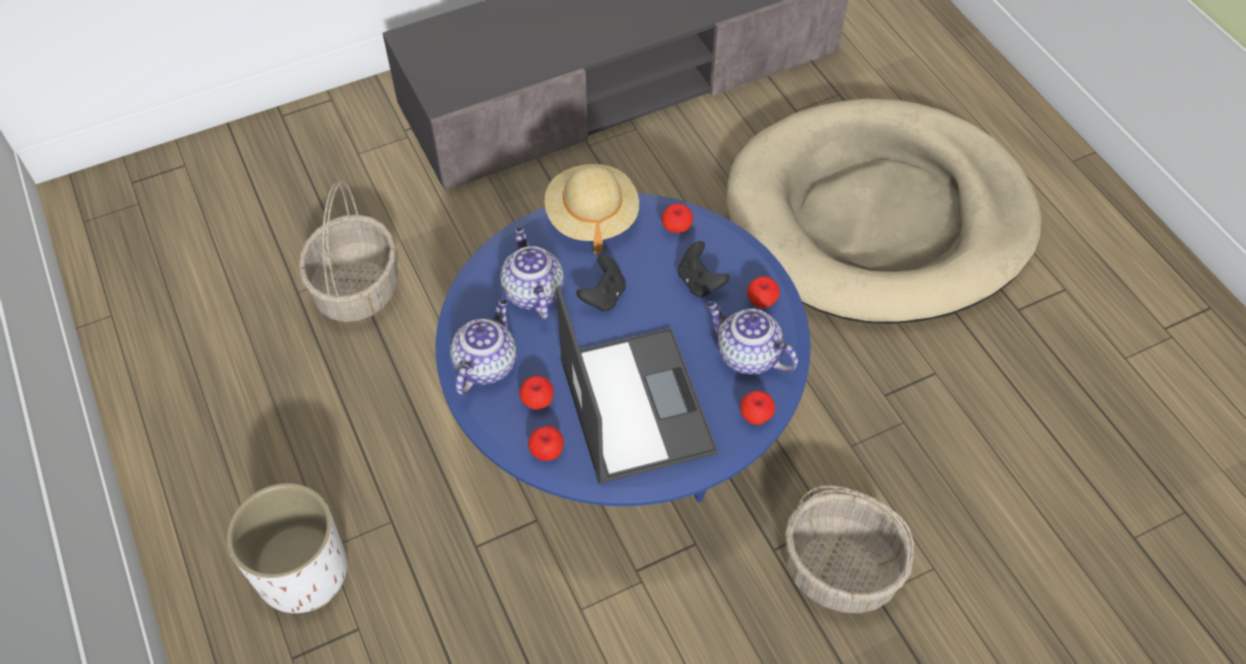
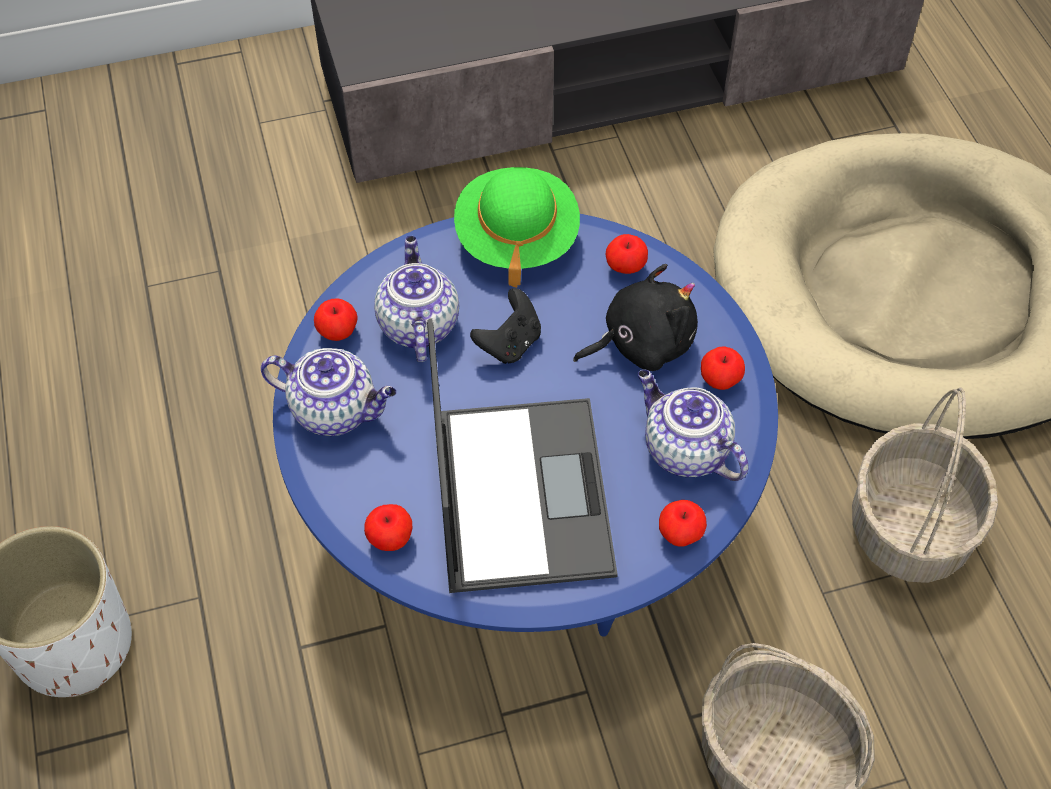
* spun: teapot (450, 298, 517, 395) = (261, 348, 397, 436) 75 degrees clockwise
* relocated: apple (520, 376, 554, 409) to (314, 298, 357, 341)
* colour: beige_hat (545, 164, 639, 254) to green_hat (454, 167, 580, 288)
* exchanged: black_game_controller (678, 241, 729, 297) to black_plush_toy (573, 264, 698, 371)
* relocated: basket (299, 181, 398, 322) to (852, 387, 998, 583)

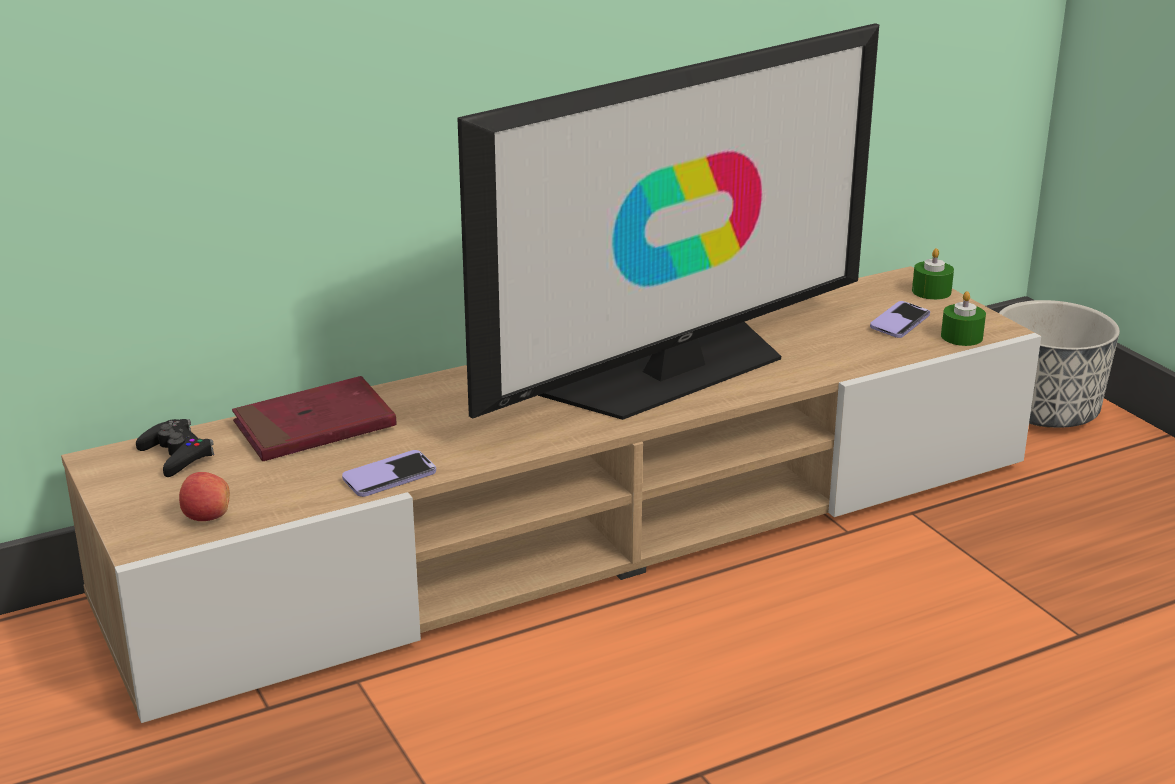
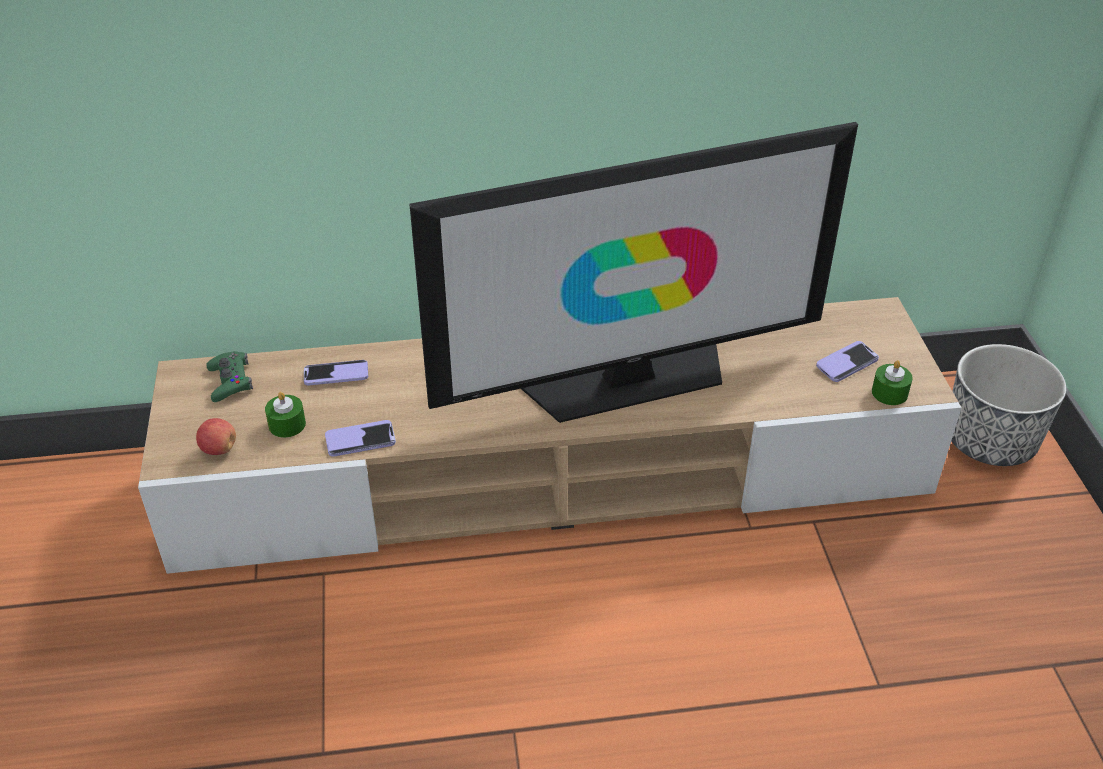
* colour: black_game_controller (136, 419, 214, 477) to green_game_controller (206, 351, 253, 402)
* relocated: green_candle (912, 248, 954, 300) to (265, 392, 306, 438)
* exchanged: red_book (232, 376, 397, 461) to phone (304, 360, 368, 386)

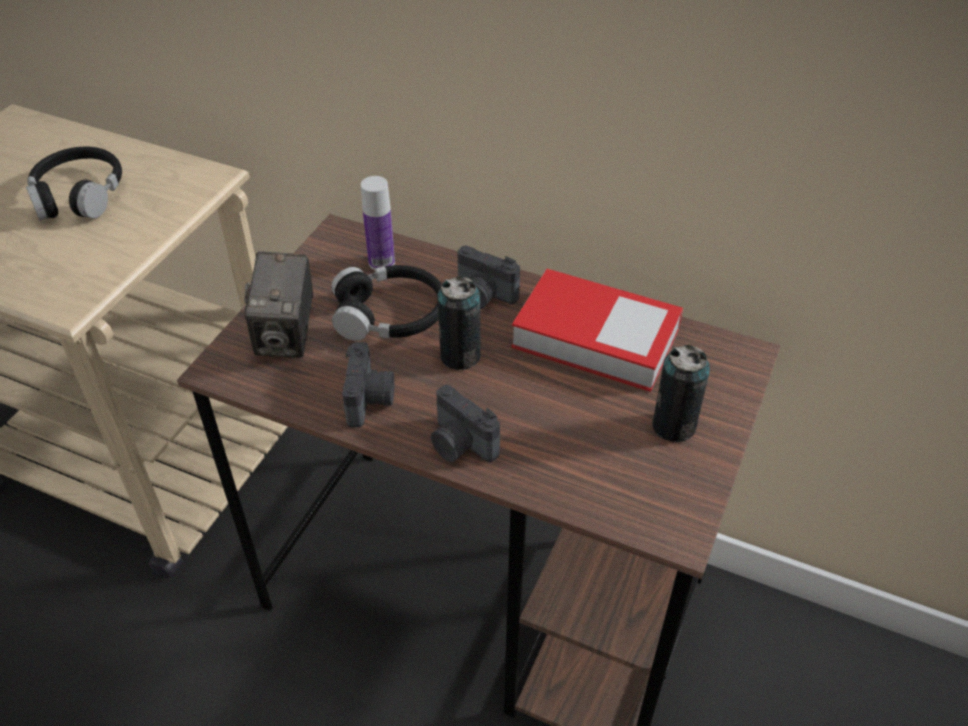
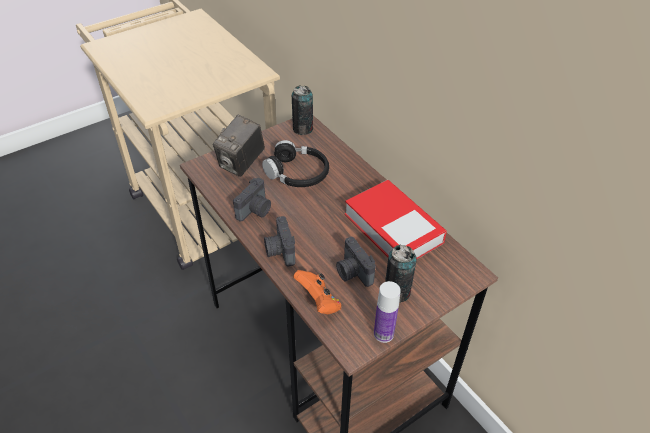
* relocated: can (437, 276, 481, 370) to (292, 85, 313, 135)
* appeared: orange_game_controller (293, 270, 341, 314)
* relocated: photo_camera (457, 246, 520, 309) to (336, 237, 376, 287)
* relocated: bottle (361, 176, 395, 270) to (374, 281, 401, 343)
* missing: black_headphones (26, 147, 122, 221)

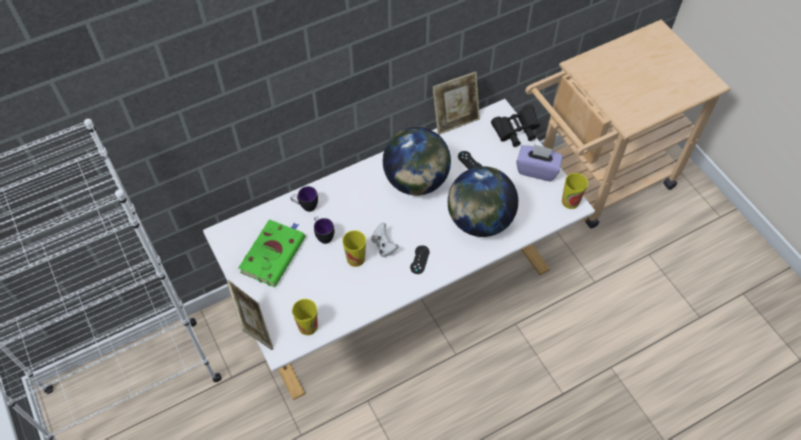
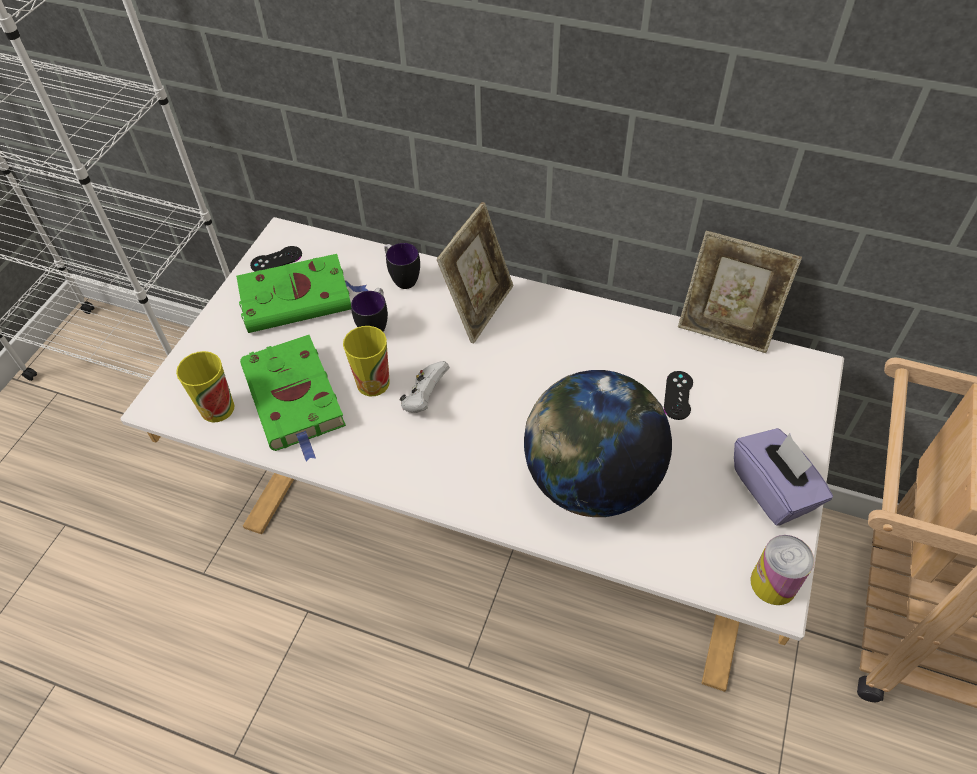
* appeared: green_book (240, 335, 346, 462)
* relocated: black_game_controller (410, 245, 430, 274) to (250, 246, 302, 272)
* relocated: picture_frame (227, 280, 274, 350) to (436, 202, 513, 343)
* exchanged: cup (562, 173, 588, 209) to can (751, 535, 814, 605)
* missing: globe (383, 127, 451, 196)
* missing: black_binoculars (491, 104, 540, 147)

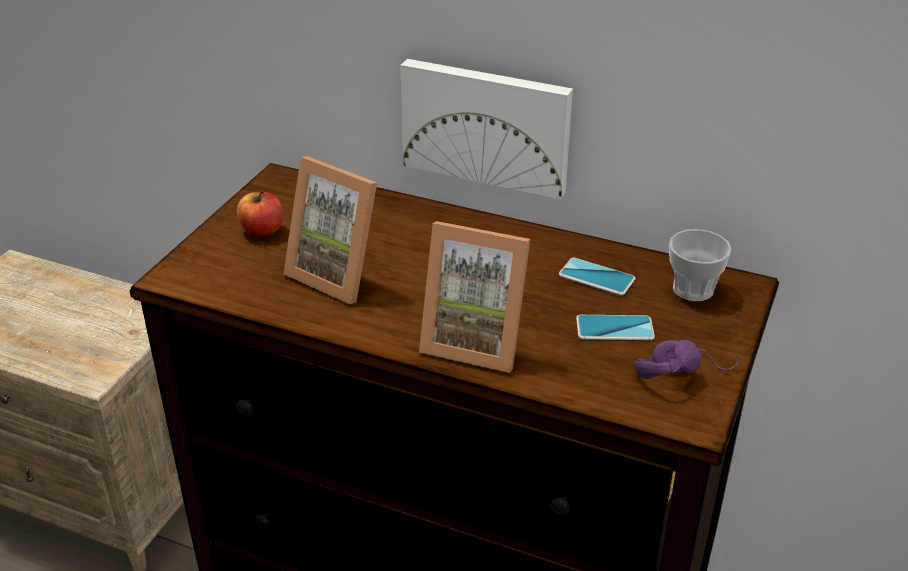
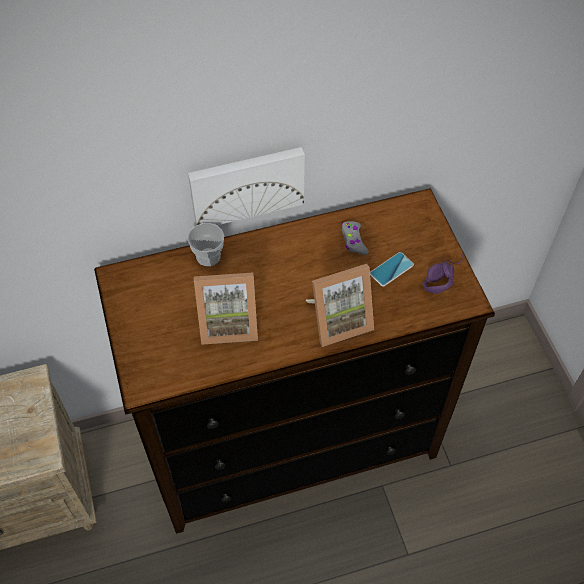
* relocated: cup (669, 229, 731, 301) to (187, 223, 224, 266)
* exchanged: phone (559, 258, 636, 295) to grey_game_controller (341, 221, 369, 255)
* missing: apple (237, 191, 283, 237)

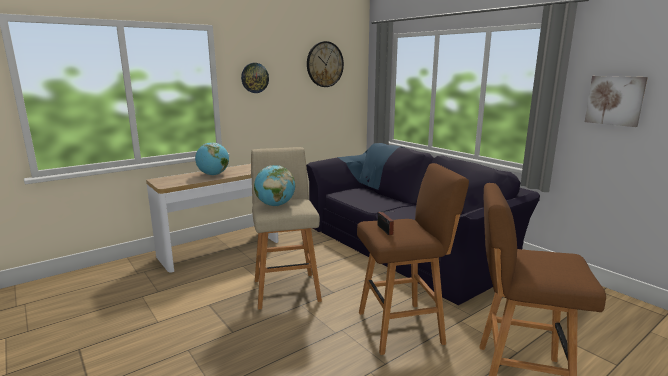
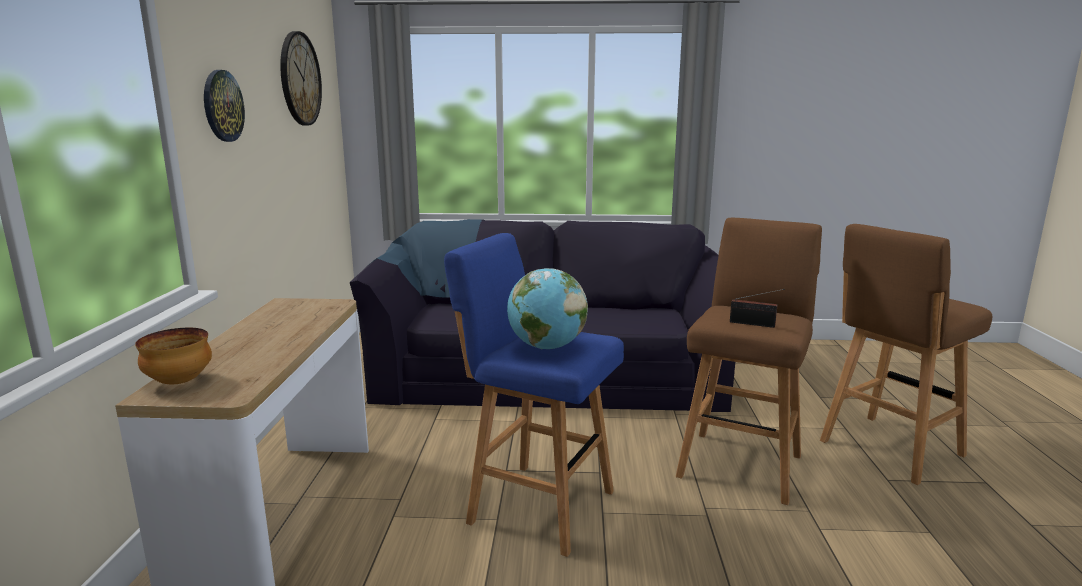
* appeared: bowl (135, 328, 212, 384)
* colour: beige_stool (251, 147, 322, 310) to blue_stool (444, 233, 624, 557)
* missing: globe (195, 142, 229, 175)
* missing: picture (585, 76, 648, 127)

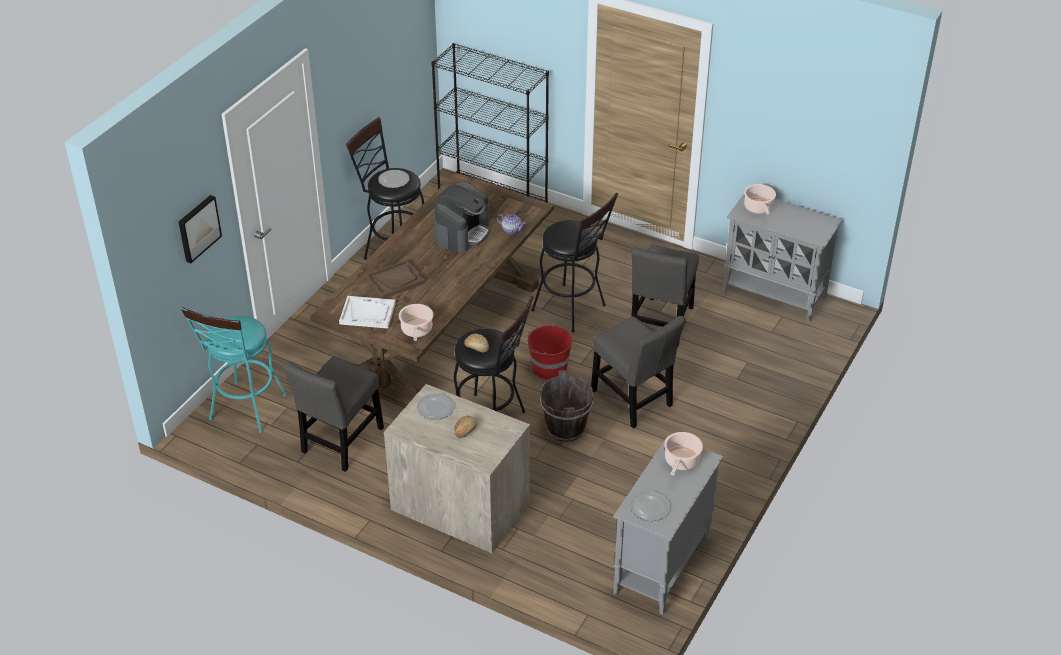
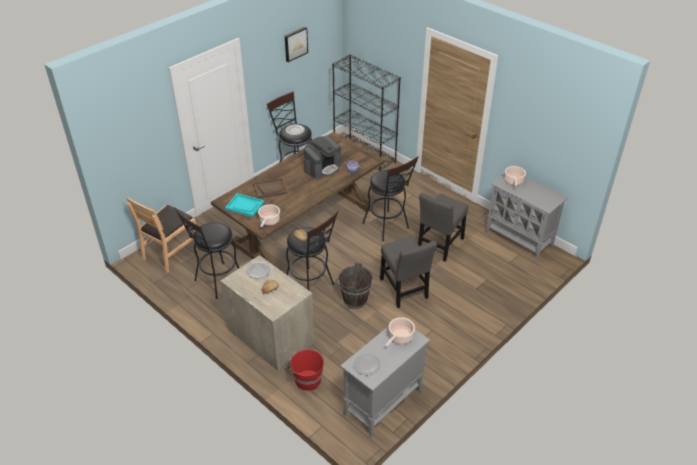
* exchanged: turquoise_stool (181, 307, 287, 433) to brown_chair (127, 197, 199, 273)
* exchanged: grey_chair (283, 357, 384, 472) to black_stool (174, 207, 239, 299)
* colour: white_tray (339, 296, 396, 328) to turquoise_tray (225, 193, 264, 217)
* relocated: picture (179, 195, 222, 263) to (285, 27, 308, 62)
* relocated: red_bucket (526, 324, 572, 380) to (289, 348, 324, 391)

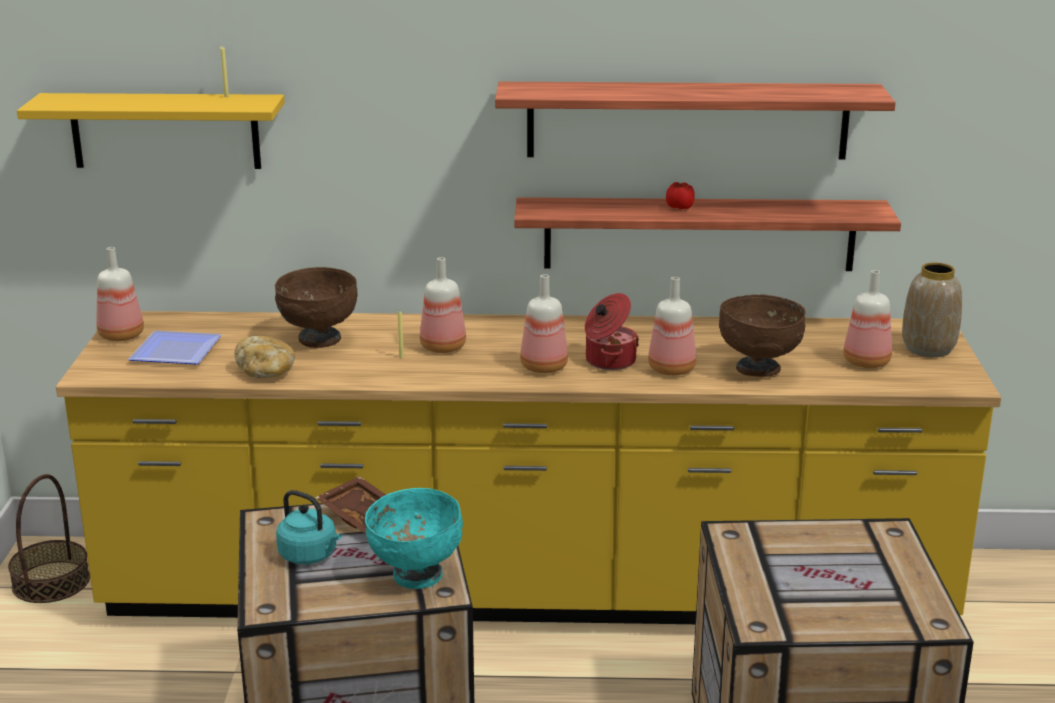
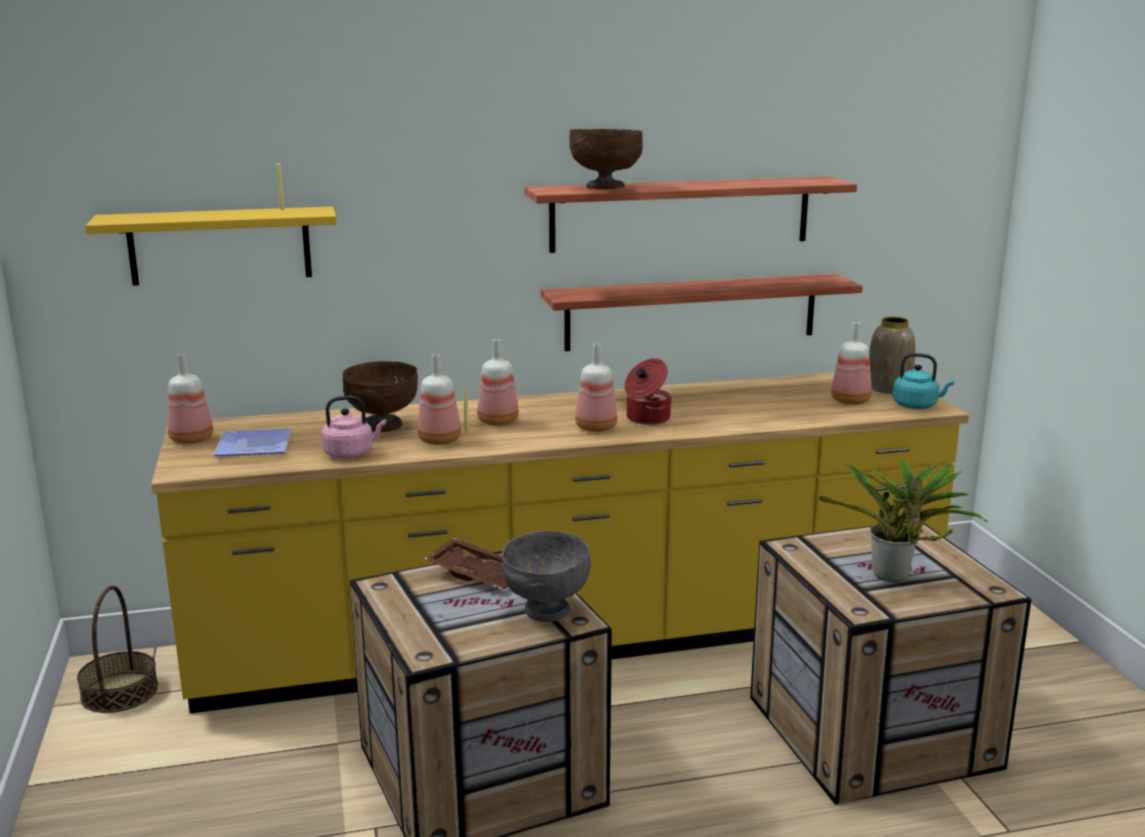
* exchanged: bread (234, 336, 295, 379) to pink_kettle (321, 396, 386, 458)
* relocated: bottle (648, 277, 696, 376) to (417, 354, 461, 445)
* colour: turquoise_bowl (365, 488, 463, 589) to grey_bowl (502, 531, 591, 622)
* relocated: brown_bowl (719, 295, 806, 377) to (569, 129, 643, 189)
* appeared: potted_plant (819, 460, 987, 582)
* relocated: turquoise_kettle (276, 490, 342, 564) to (892, 353, 954, 409)
* missing: tomato (666, 182, 695, 210)

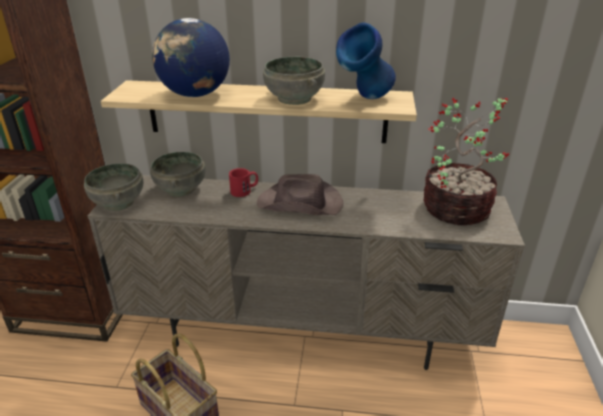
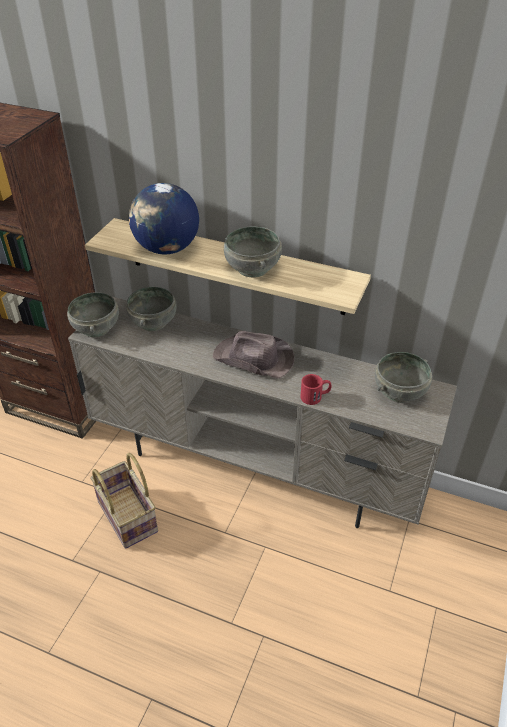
* relocated: red_mug (229, 168, 258, 197) to (300, 374, 332, 405)
* exchanged: potted_plant (424, 97, 509, 225) to grey_bowl (375, 352, 432, 403)
* missing: blue_vase (336, 23, 396, 99)

